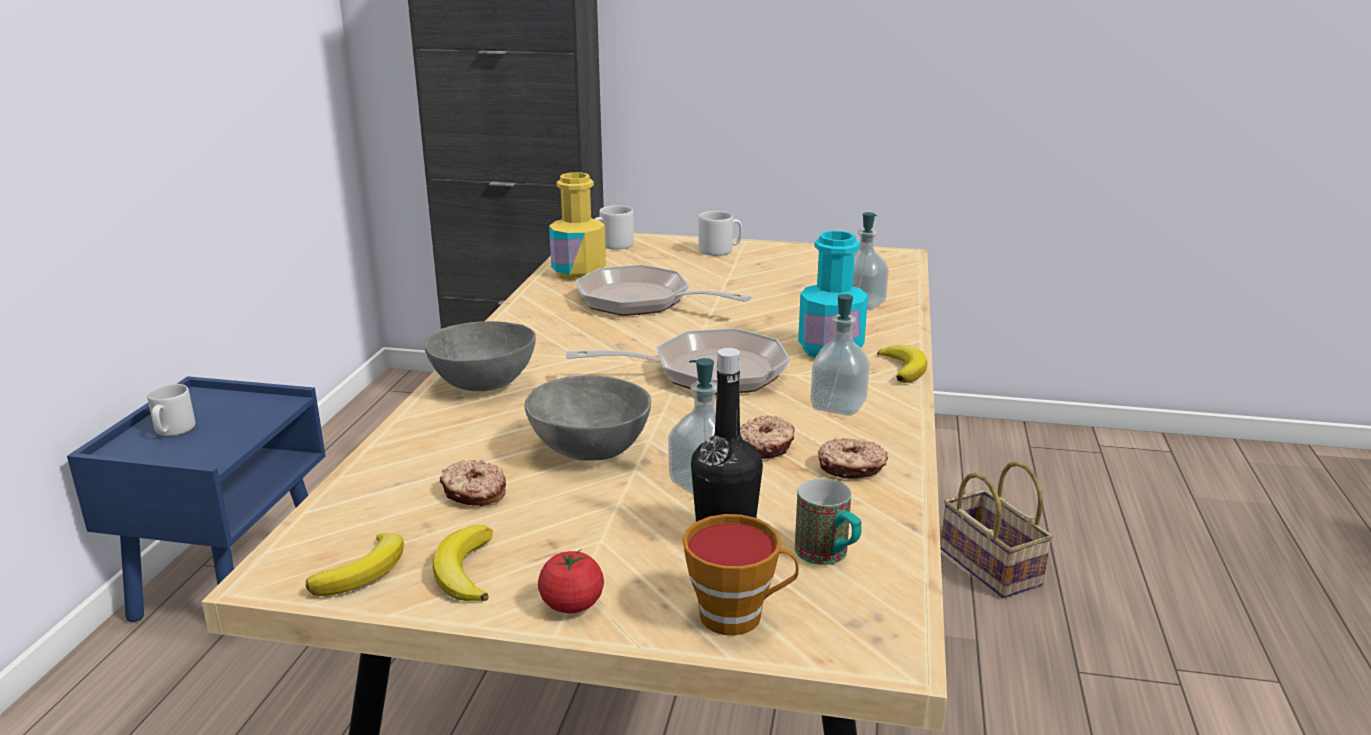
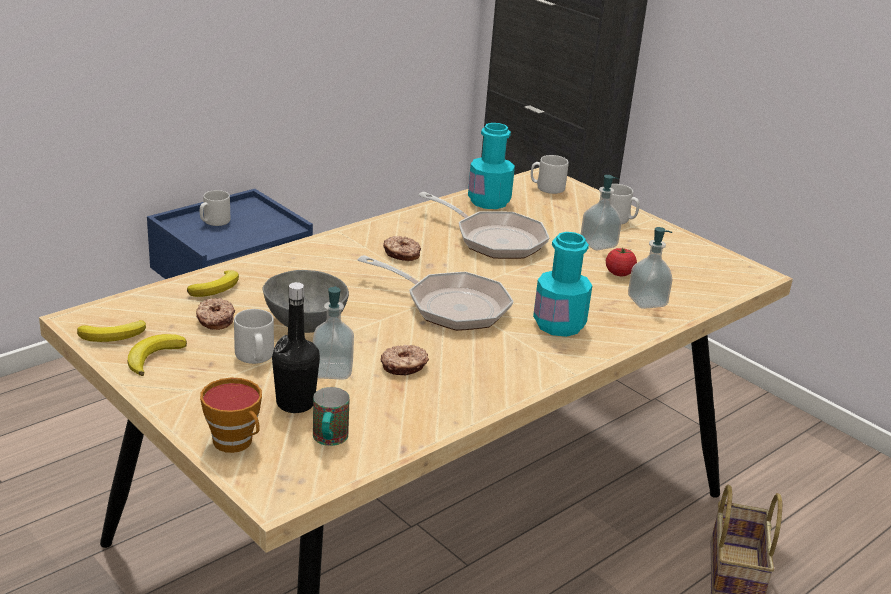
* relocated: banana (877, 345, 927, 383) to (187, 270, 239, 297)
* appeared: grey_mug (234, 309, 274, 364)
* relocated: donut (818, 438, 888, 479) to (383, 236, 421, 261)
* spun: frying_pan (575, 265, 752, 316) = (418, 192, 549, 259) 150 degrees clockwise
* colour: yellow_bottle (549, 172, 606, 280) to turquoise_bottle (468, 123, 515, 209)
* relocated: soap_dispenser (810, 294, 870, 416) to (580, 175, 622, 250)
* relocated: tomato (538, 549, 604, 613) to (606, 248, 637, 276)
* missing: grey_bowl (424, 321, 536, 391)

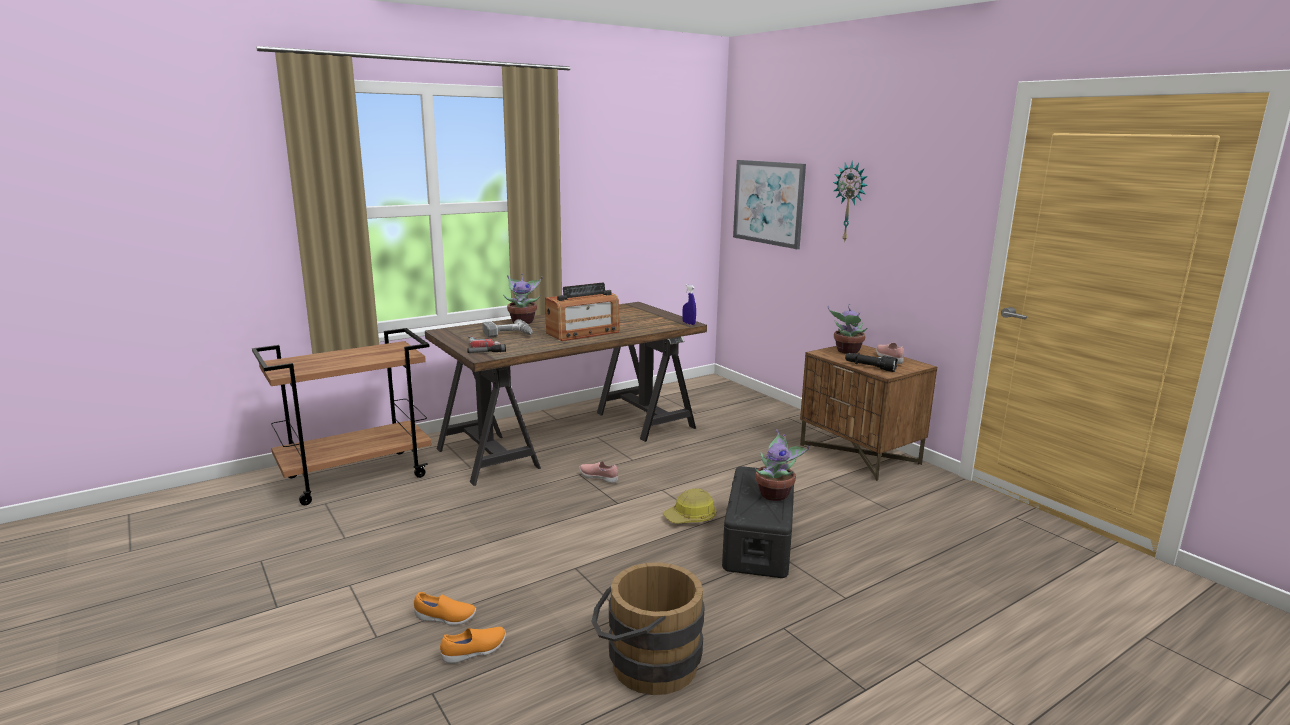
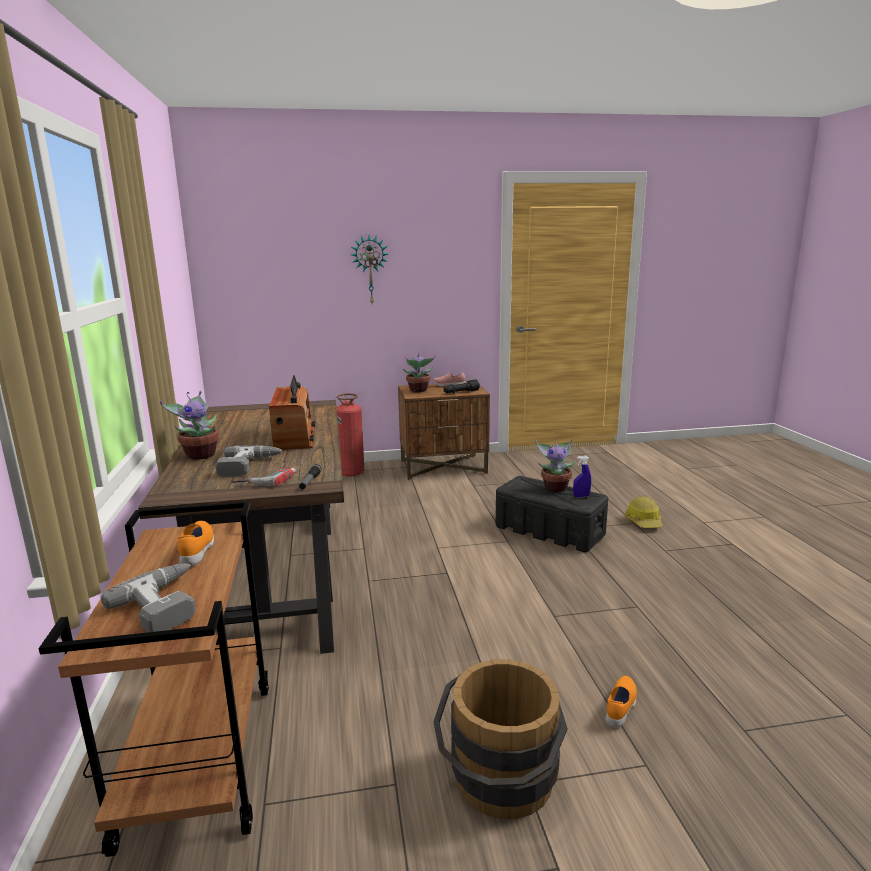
* appeared: power_drill (101, 563, 196, 632)
* relocated: orange_shoe (440, 627, 506, 664) to (177, 521, 214, 566)
* appeared: fire_extinguisher (337, 393, 364, 477)
* relocated: brown_bucket (591, 562, 705, 695) to (433, 659, 568, 819)
* relocated: blue_spray_bottle (682, 284, 696, 325) to (573, 456, 591, 498)
* relocated: hard_hat (663, 488, 716, 524) to (625, 496, 662, 528)
* missing: pink_shoe (579, 461, 618, 483)
* missing: picture (733, 160, 806, 249)

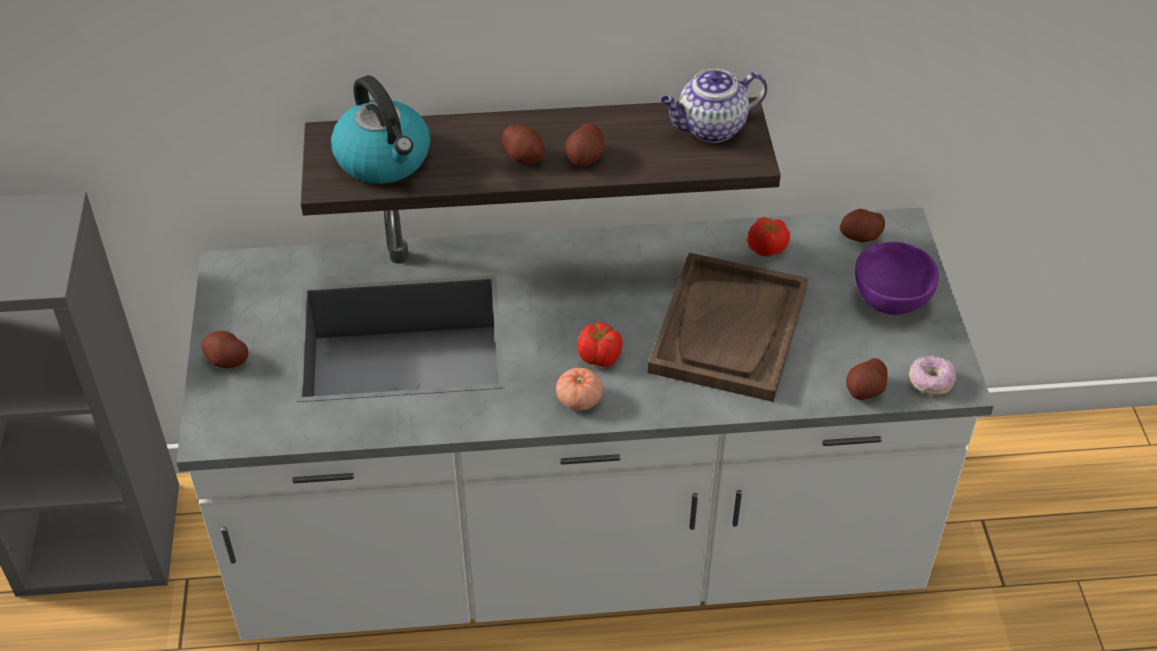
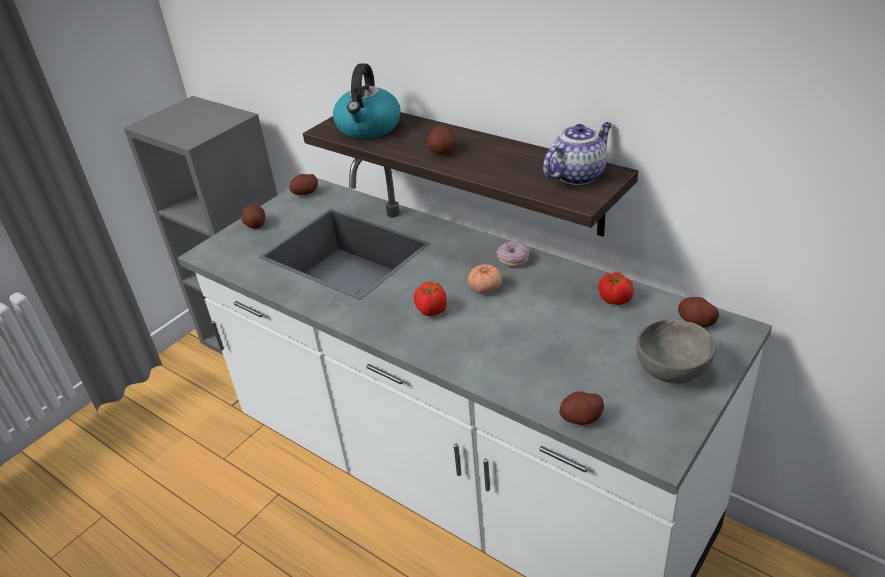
* relocated: potato (565, 123, 605, 166) to (290, 174, 318, 195)
* relocated: tomato (556, 368, 603, 411) to (468, 264, 502, 294)
* relocated: donut (909, 356, 956, 395) to (496, 241, 529, 267)
* spun: teapot (661, 69, 767, 143) = (543, 122, 612, 185) 120 degrees clockwise
* colour: purple_bowl (855, 242, 939, 315) to grey_bowl (636, 319, 716, 383)
* missing: brown_tray (648, 253, 808, 402)

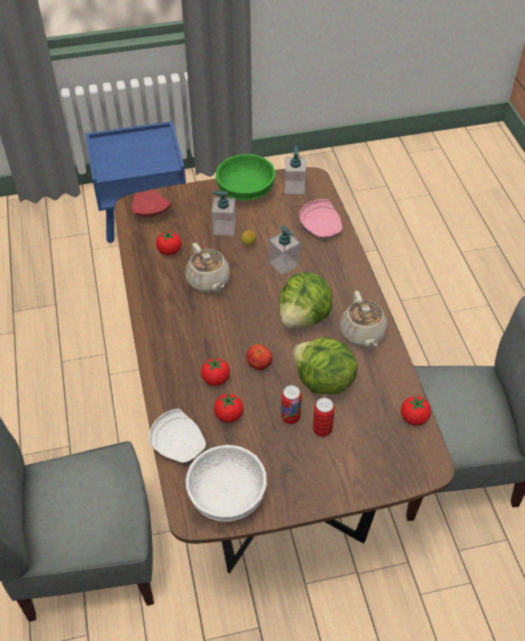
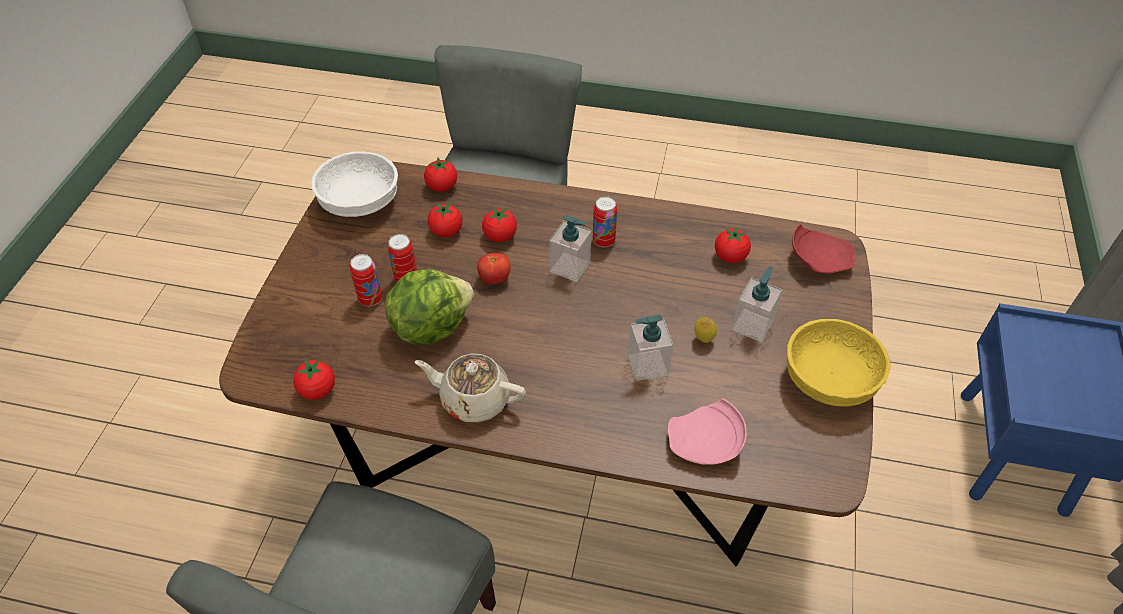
* exchanged: white_plate (149, 409, 206, 463) to tomato (424, 158, 457, 192)
* relocated: soap_dispenser (285, 145, 306, 194) to (549, 215, 592, 282)
* appeared: can (593, 196, 617, 247)
* colour: green_bowl (216, 154, 276, 200) to yellow_bowl (787, 319, 891, 407)
* missing: beige_teapot (185, 243, 231, 292)
* missing: lettuce (279, 272, 332, 328)

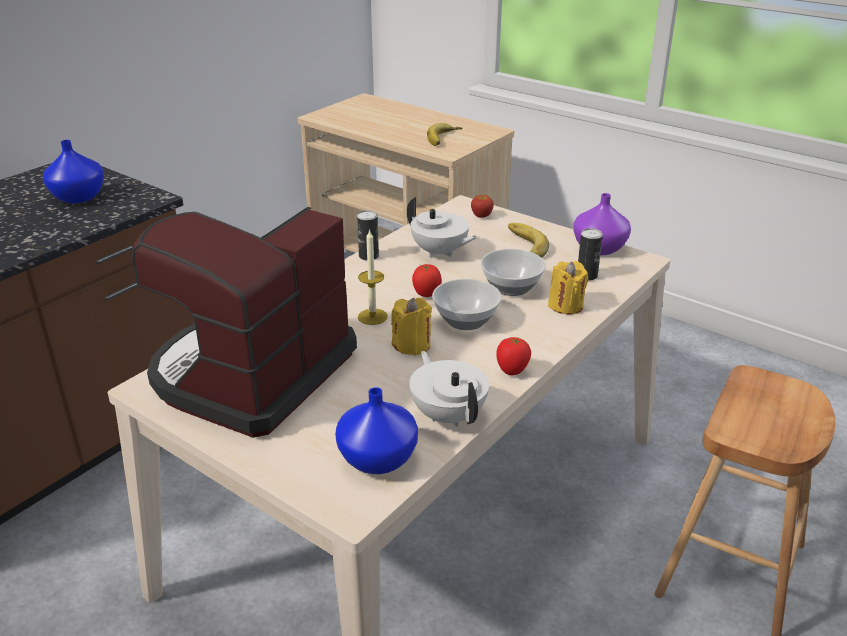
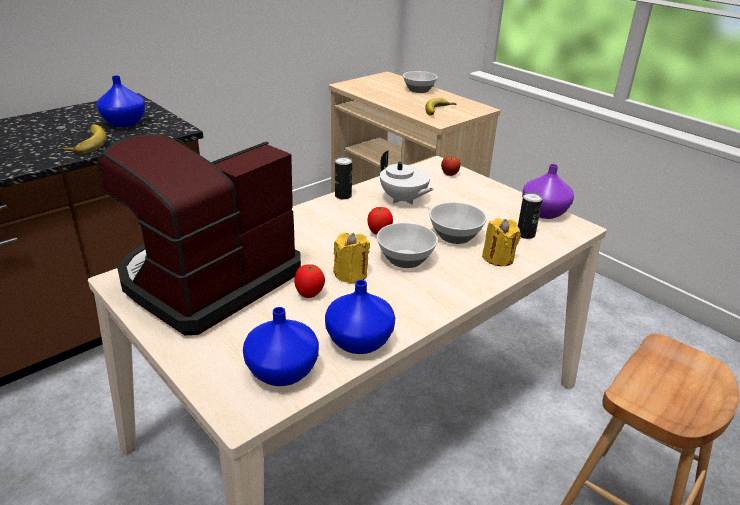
* relocated: banana (508, 223, 549, 258) to (61, 124, 107, 154)
* relocated: tomato (496, 337, 531, 376) to (294, 264, 325, 298)
* exchanged: white_teapot (409, 351, 489, 427) to blue_vase (325, 280, 395, 354)
* appeared: bowl (403, 71, 437, 93)
* missing: candle (358, 229, 388, 325)

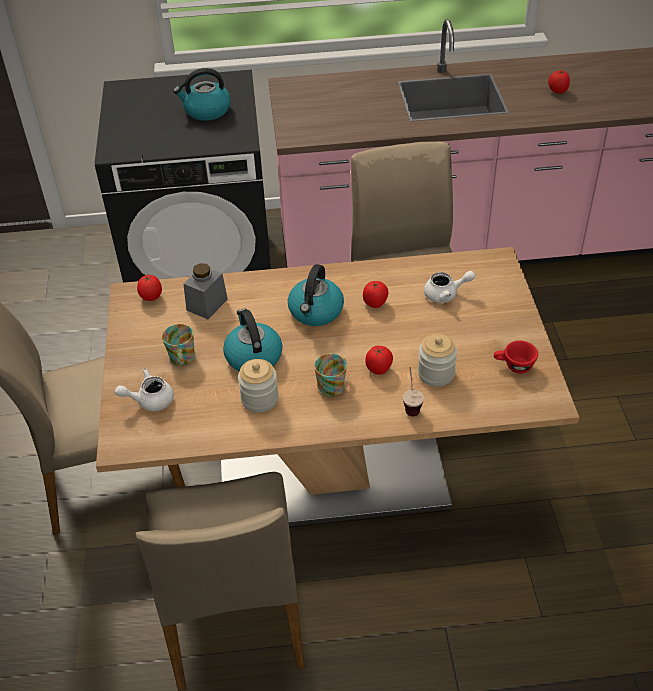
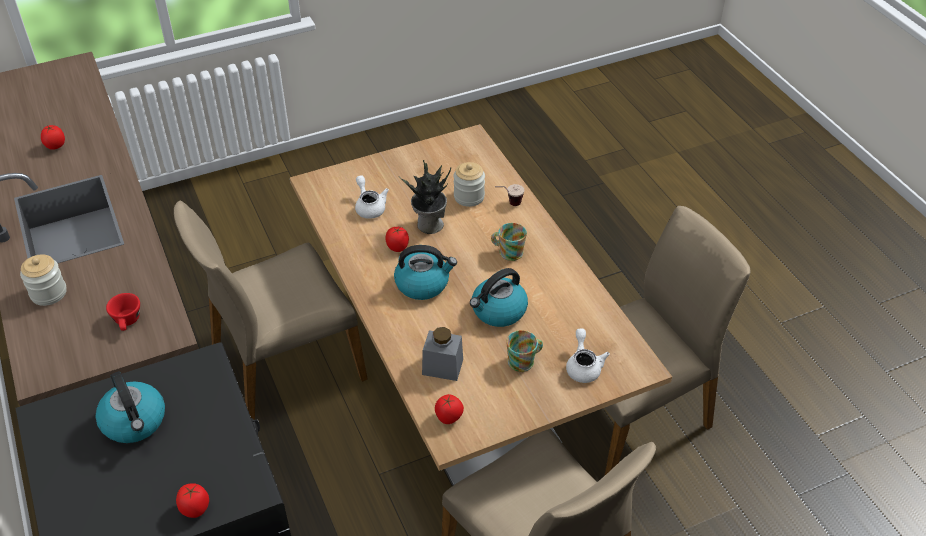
* relocated: jar (238, 359, 279, 413) to (20, 254, 67, 306)
* relocated: red_cup (494, 341, 538, 374) to (106, 293, 140, 331)
* relocated: tomato (365, 346, 393, 375) to (176, 483, 209, 518)
* appeared: potted_plant (399, 160, 451, 234)
* spun: white_teapot (115, 368, 174, 411) = (566, 328, 610, 383) 150 degrees counterclockwise

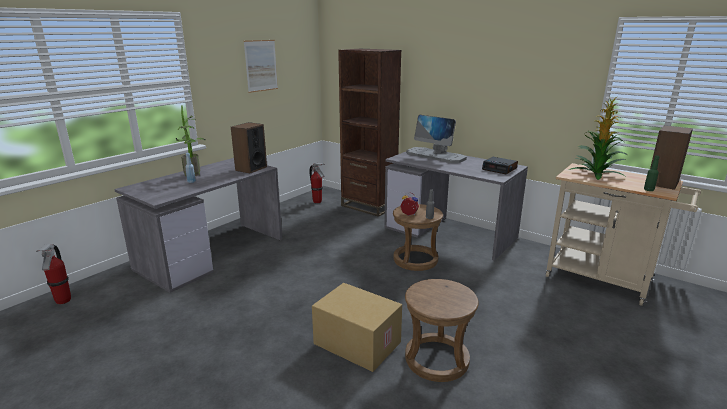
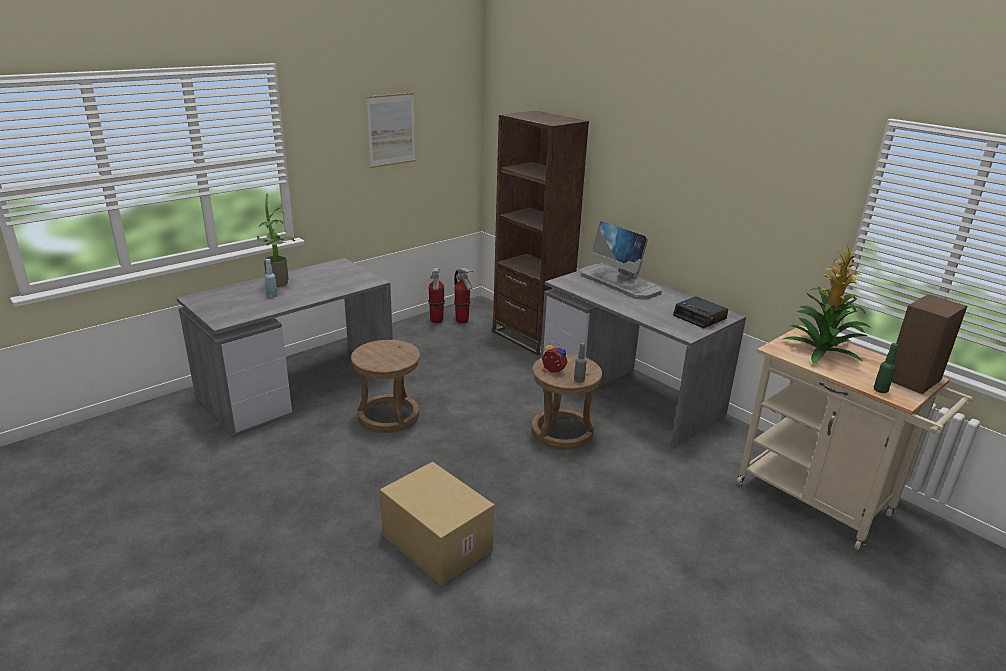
* relocated: brown_stool (405, 279, 479, 382) to (351, 340, 420, 433)
* relocated: fire_extinguisher (36, 244, 71, 304) to (428, 268, 445, 323)
* missing: speaker (231, 122, 267, 173)

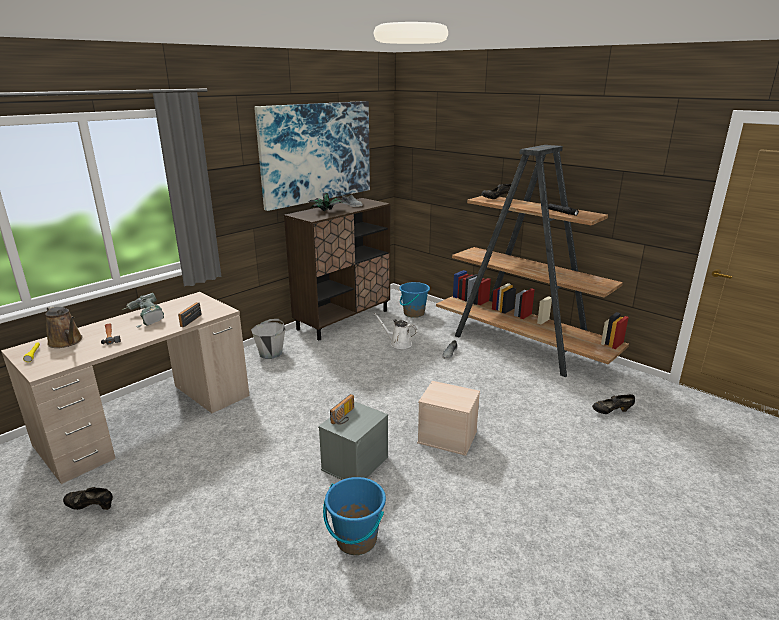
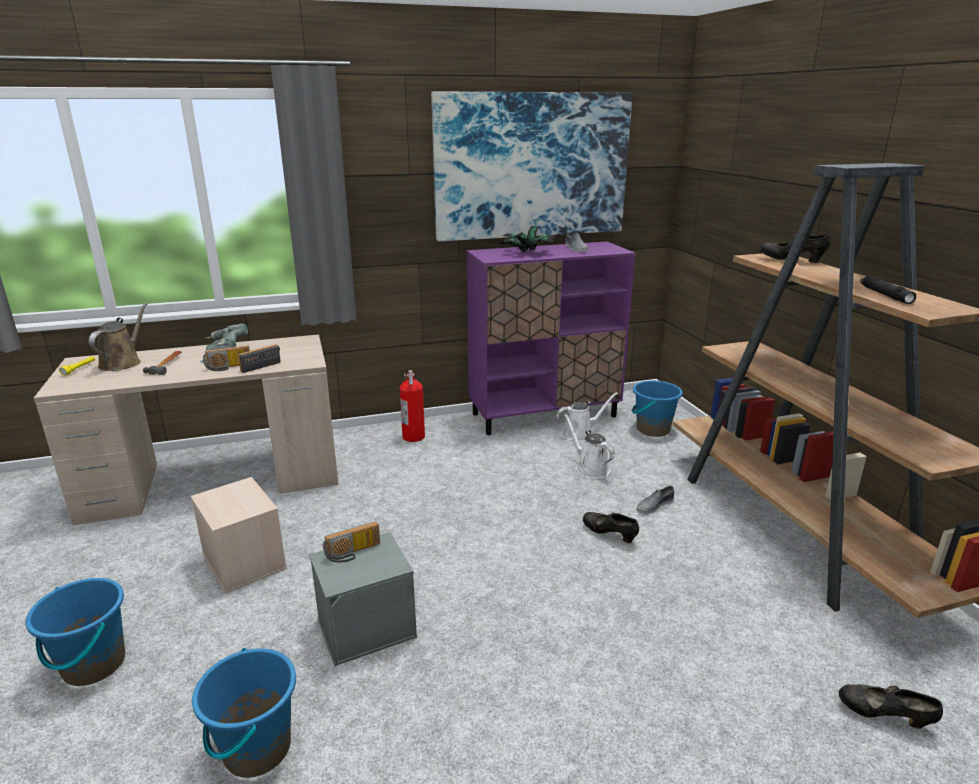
* appeared: blue_bucket (26, 578, 125, 686)
* spun: brown_watering_can (45, 306, 83, 348) = (89, 303, 147, 371) 150 degrees counterclockwise
* relocated: beige_storage_box (417, 381, 480, 456) to (191, 477, 287, 594)
* appeared: radio (203, 345, 250, 371)
* exchanged: grey_bucket (251, 319, 285, 359) to fire_extinguisher (400, 370, 425, 442)
* colour: brown_cabinet (284, 198, 390, 340) to purple_cabinet (466, 242, 636, 435)
* appeared: white_watering_can (557, 392, 618, 442)
* relocated: black_shoe (63, 487, 113, 510) to (583, 512, 639, 543)

